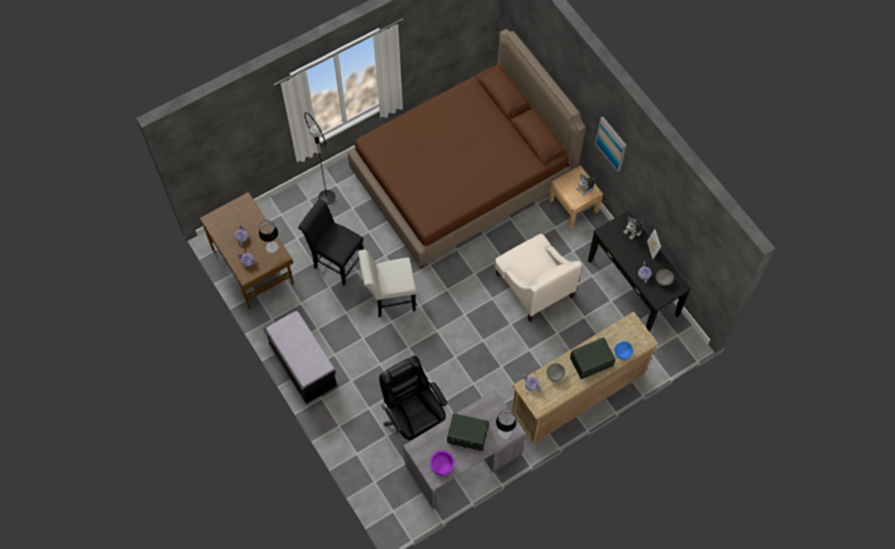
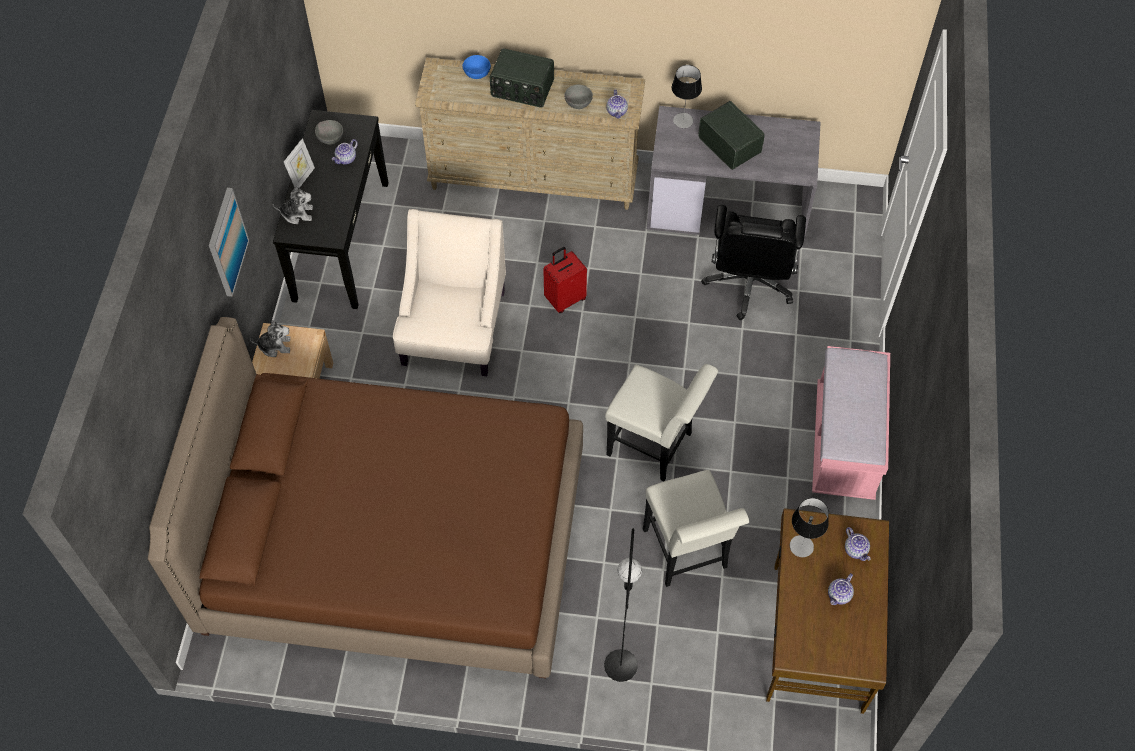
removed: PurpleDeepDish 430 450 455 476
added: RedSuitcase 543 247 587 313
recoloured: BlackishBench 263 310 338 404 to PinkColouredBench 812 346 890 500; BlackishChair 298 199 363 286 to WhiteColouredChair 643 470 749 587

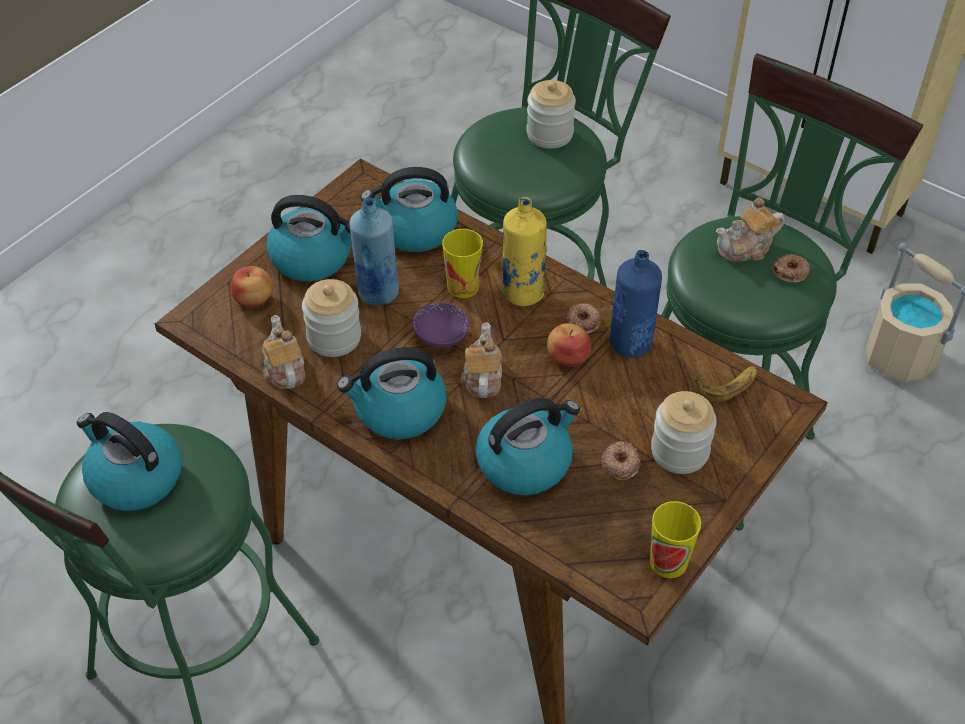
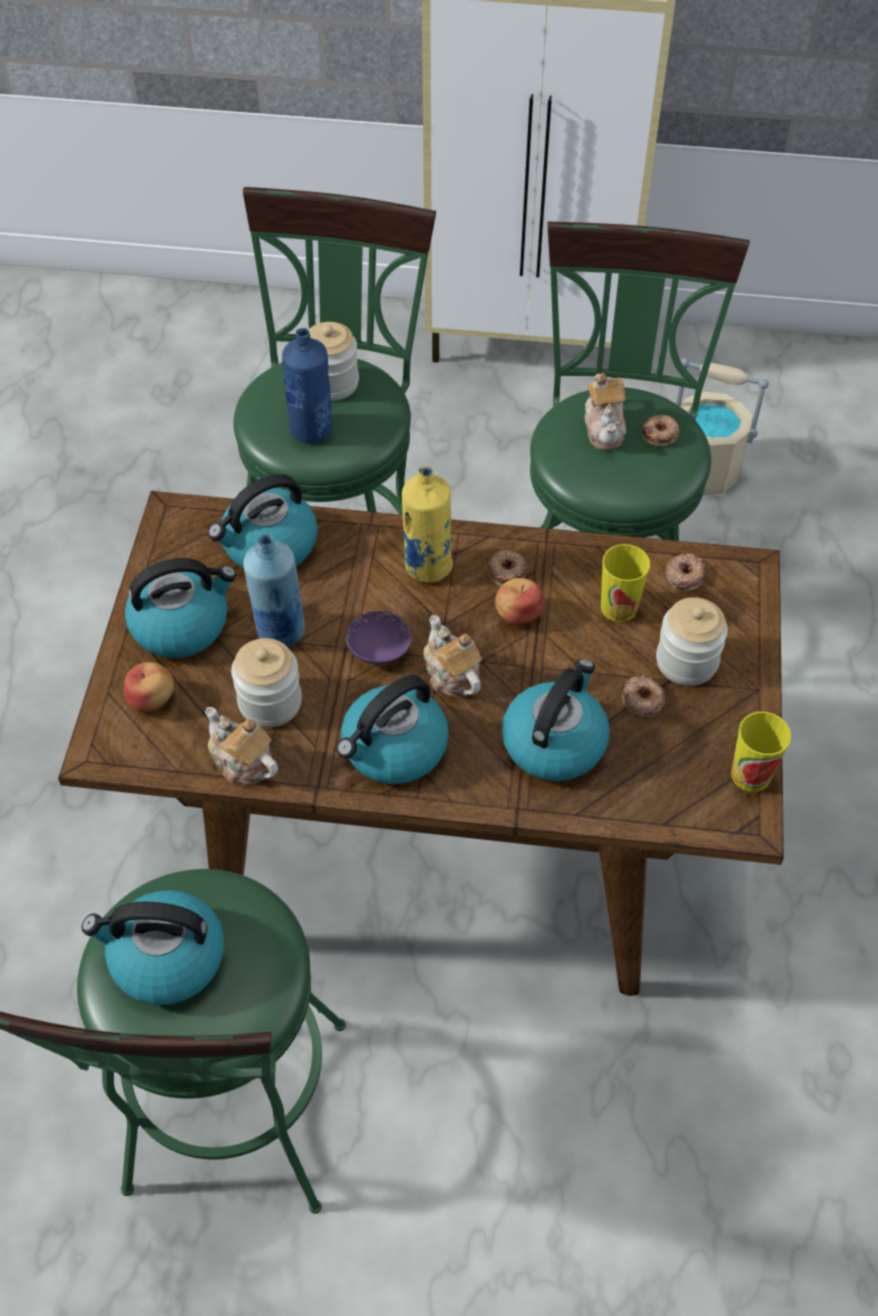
moved: SmallCup 442 229 483 298 to 601 544 650 622; BlueColouredBottle 609 250 662 357 to 282 328 333 443
replaced: Banana 695 366 757 402 to RingDoughnut 665 553 706 591
turned: TeaPot 716 197 785 262 = 585 373 627 450 45 degrees counterclockwise

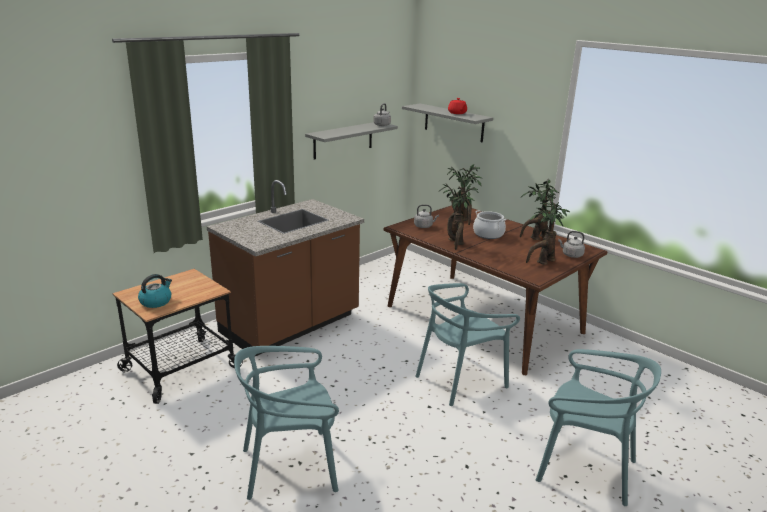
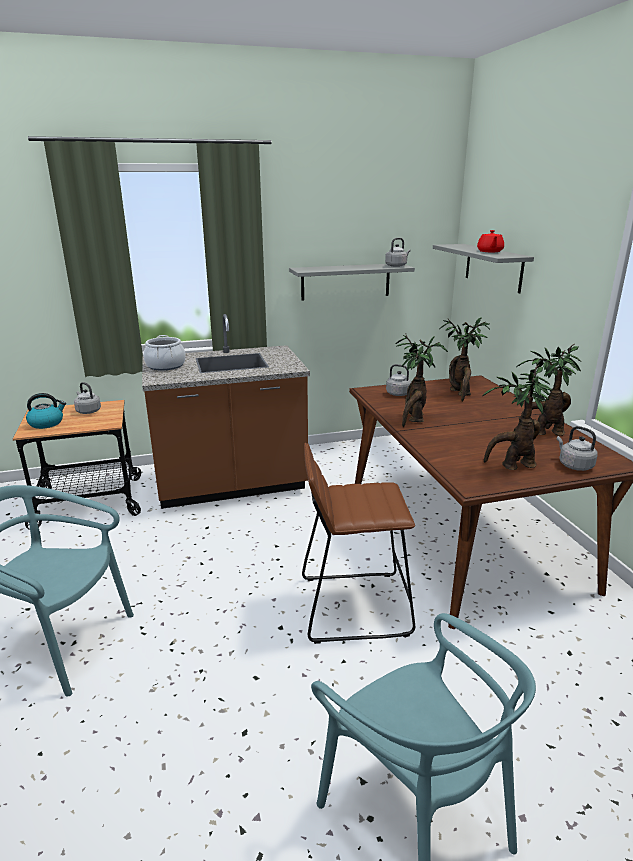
added: GrayTeaKettle 74 382 101 414
moved: Saucepot 473 210 507 239 to 143 335 186 370
replaced: BlueGreenChair 415 283 520 406 to BrownColouredStool 302 443 415 644

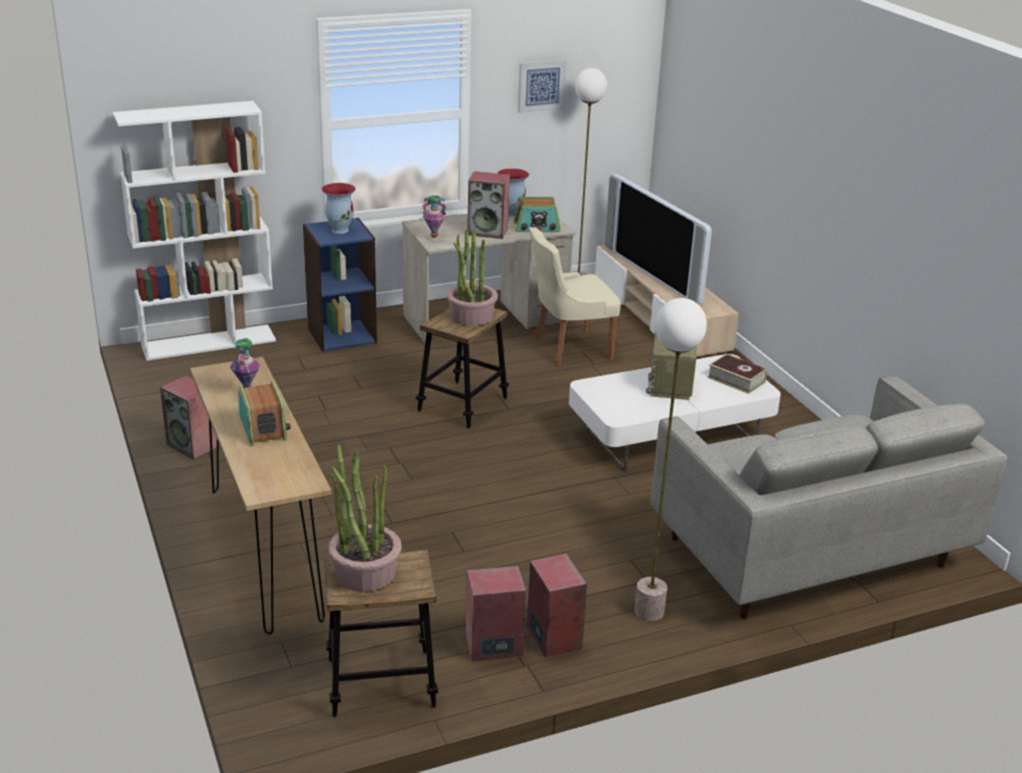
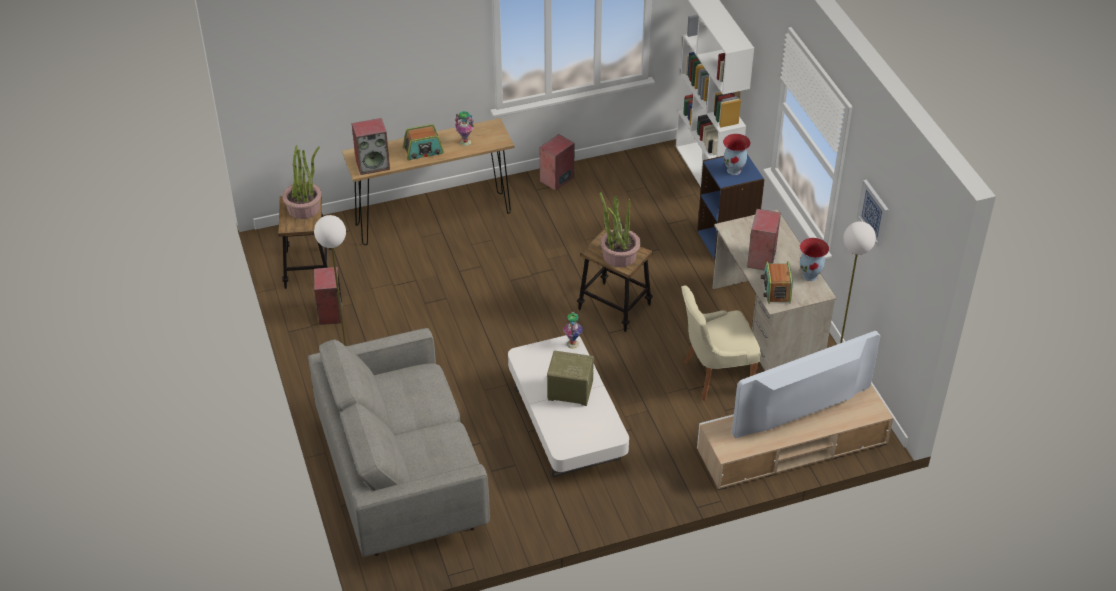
removed: Book 707 354 767 394
moved: DecorativeVase 422 195 446 241 to 563 312 583 349; Speaker 527 554 587 658 to 352 118 390 175
turned: BeigeColouredChair 529 227 621 367 = 681 285 761 401 90 degrees counterclockwise

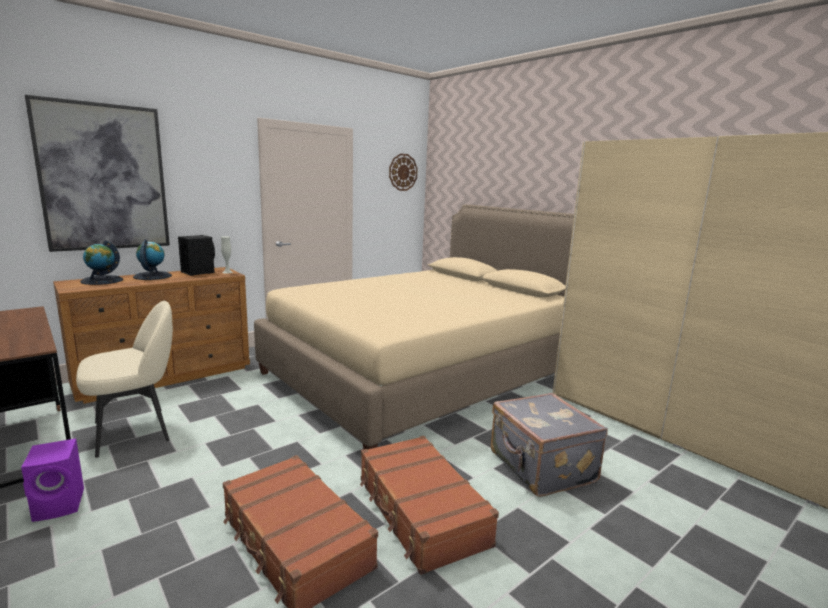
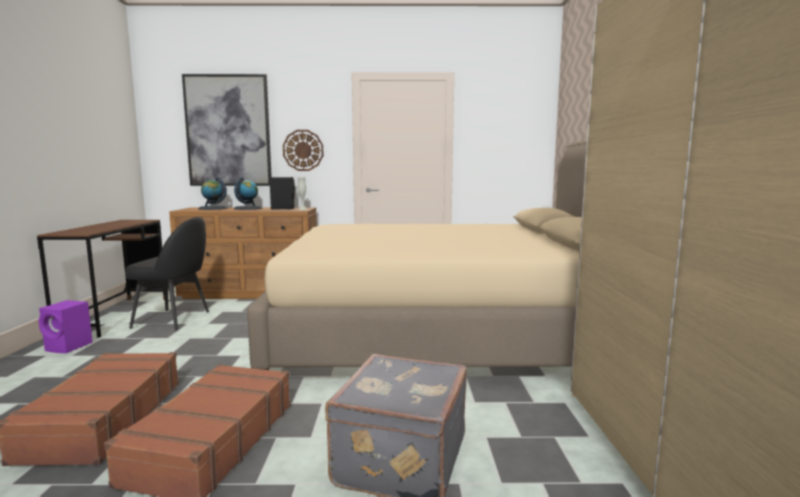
moved: WallClock 389 154 418 191 to 283 130 323 171
recoloured: BeigeColouredChair 76 301 173 458 to BlackishChair 125 217 209 331

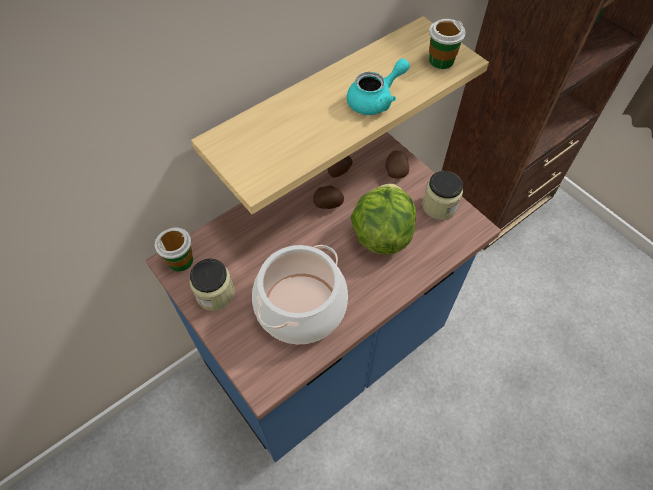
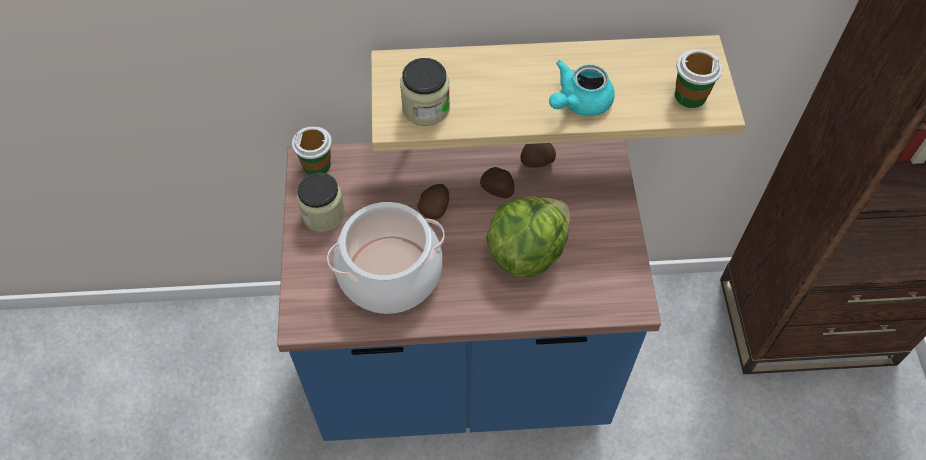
moved: Potato 385 150 409 179 to 417 184 449 219; Jar 422 171 463 220 to 400 58 450 126
turned: BlueGreenTeaPot 347 58 410 115 = 549 60 615 116 135 degrees clockwise

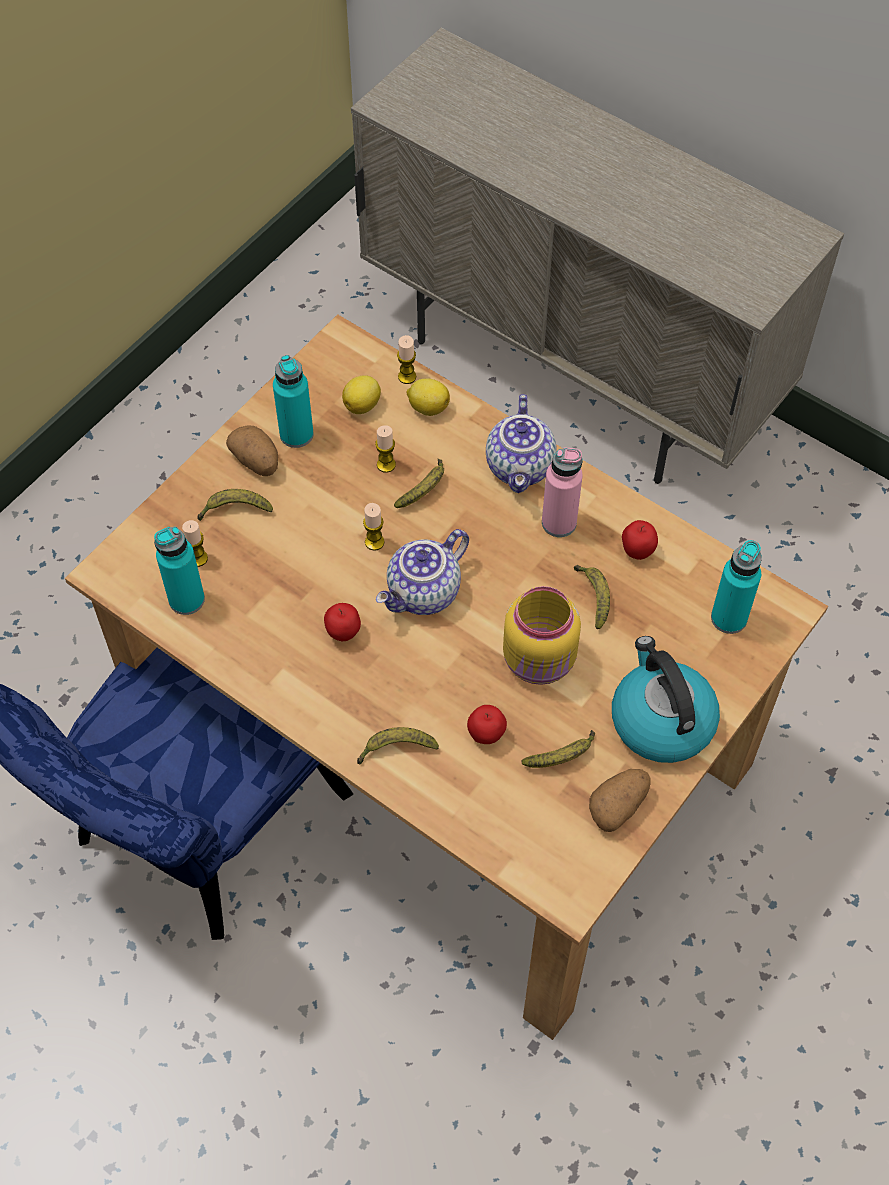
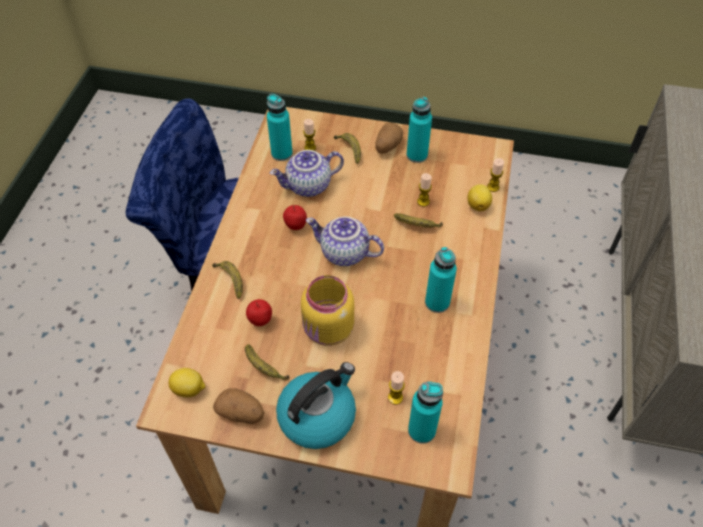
removed: Banana 574 565 610 629; Apple 622 520 658 560
moved: CitrusFruit 342 375 381 414 to 168 368 206 397; WaxCandle 363 503 385 551 to 388 371 405 405; TeaPot 486 394 556 493 to 270 150 344 197
recoloured: PinkColouredBottle 542 447 583 537 to BlueGreenBottle 425 247 457 313

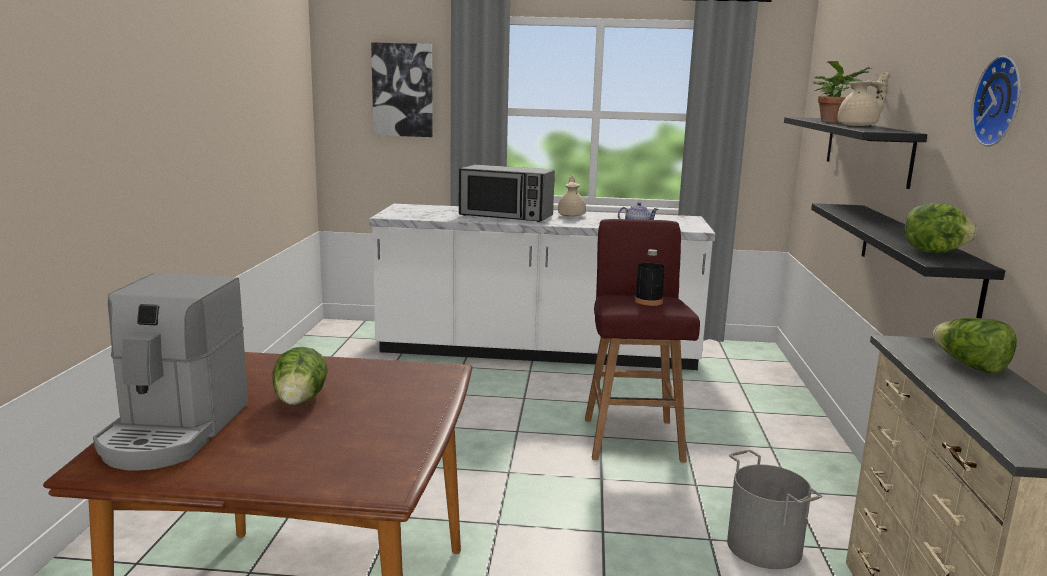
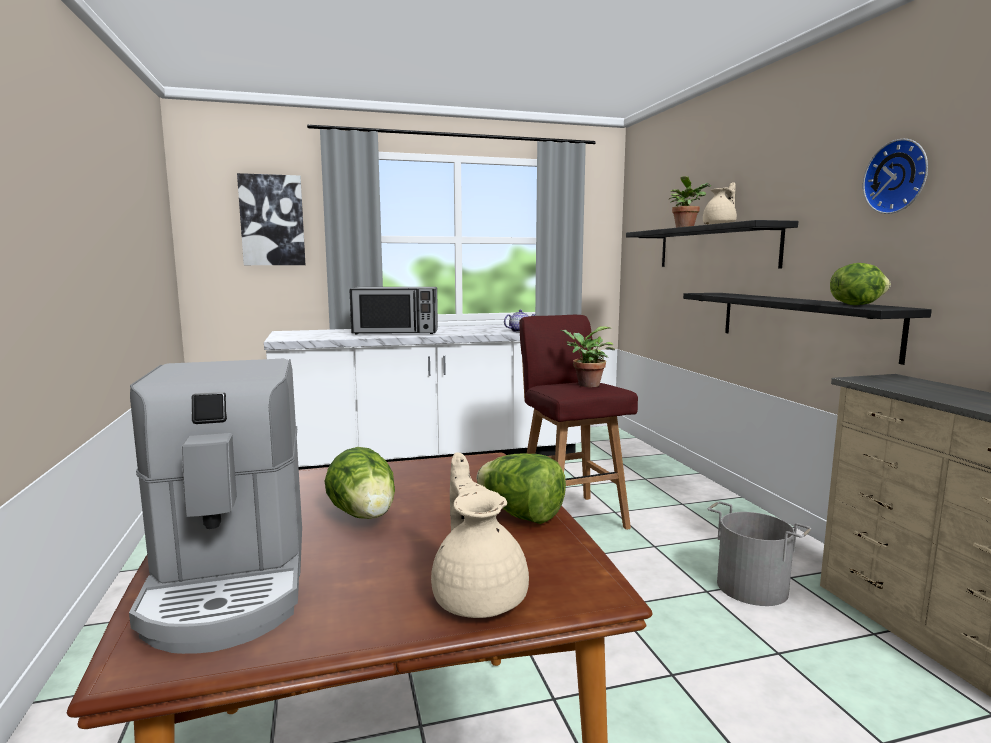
moved: BeigeColouredTeaPot 558 175 586 217 to 431 453 529 618; HeadOfLettuce 933 318 1017 374 to 477 454 566 524
replaced: BlackishBottle 635 249 665 306 to PlantInAPot 561 326 615 387

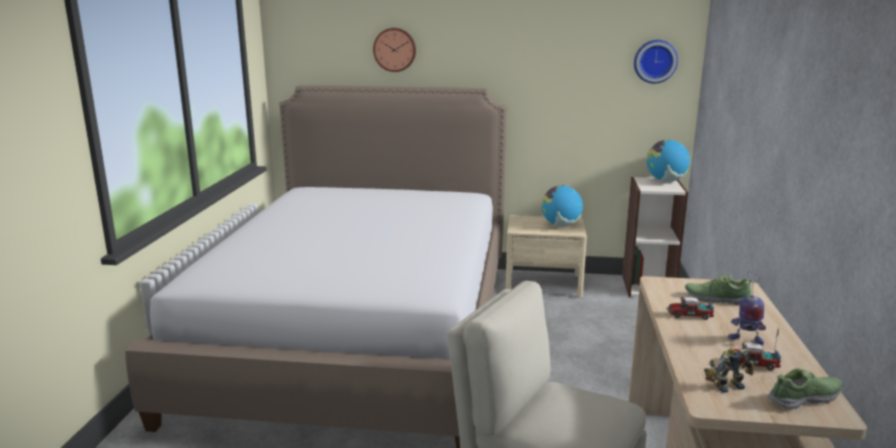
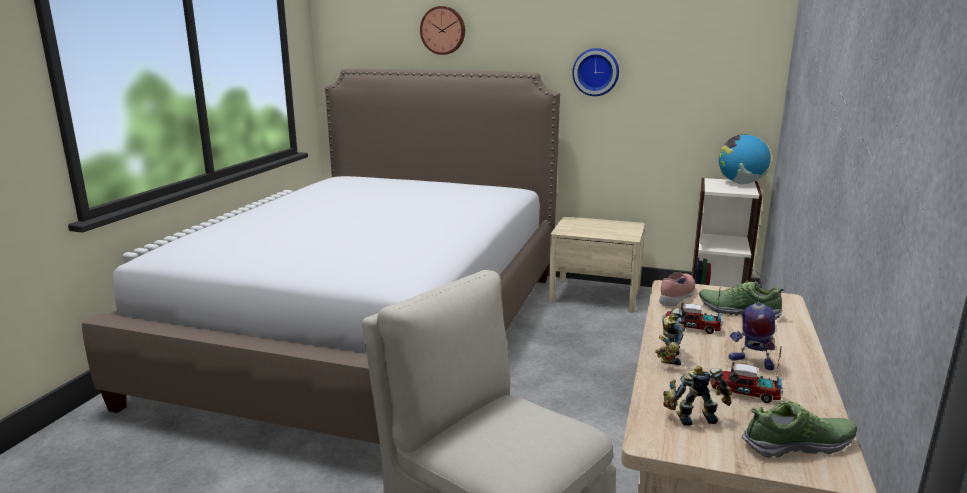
removed: Globe 542 185 583 227
added: ModelRobot 655 308 686 365; PinkColouredLowShoe 659 272 695 306
moved: WallClock 634 40 678 84 to 572 48 619 96

